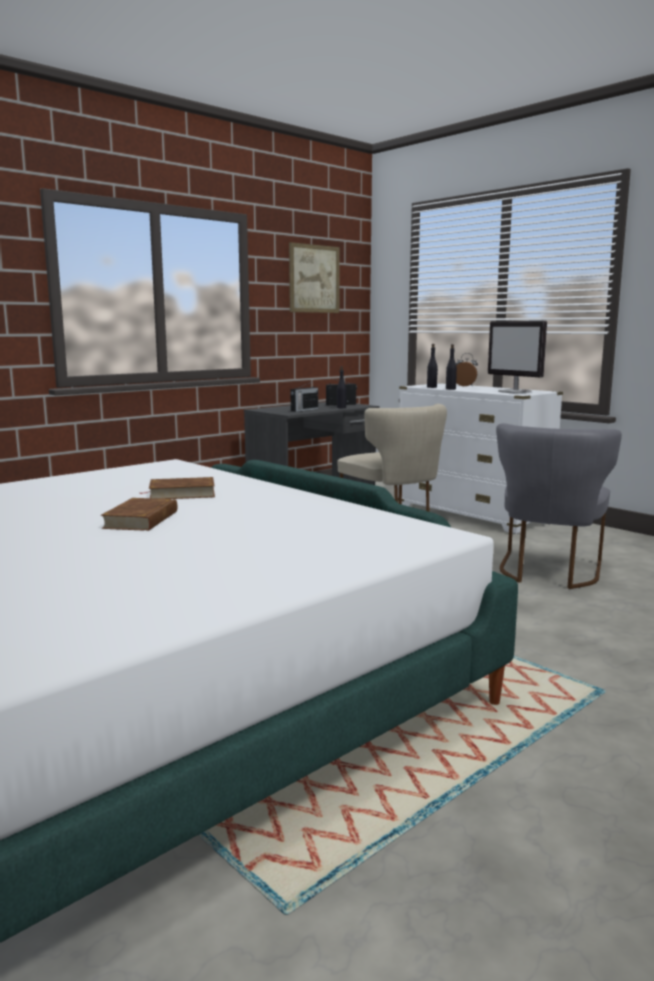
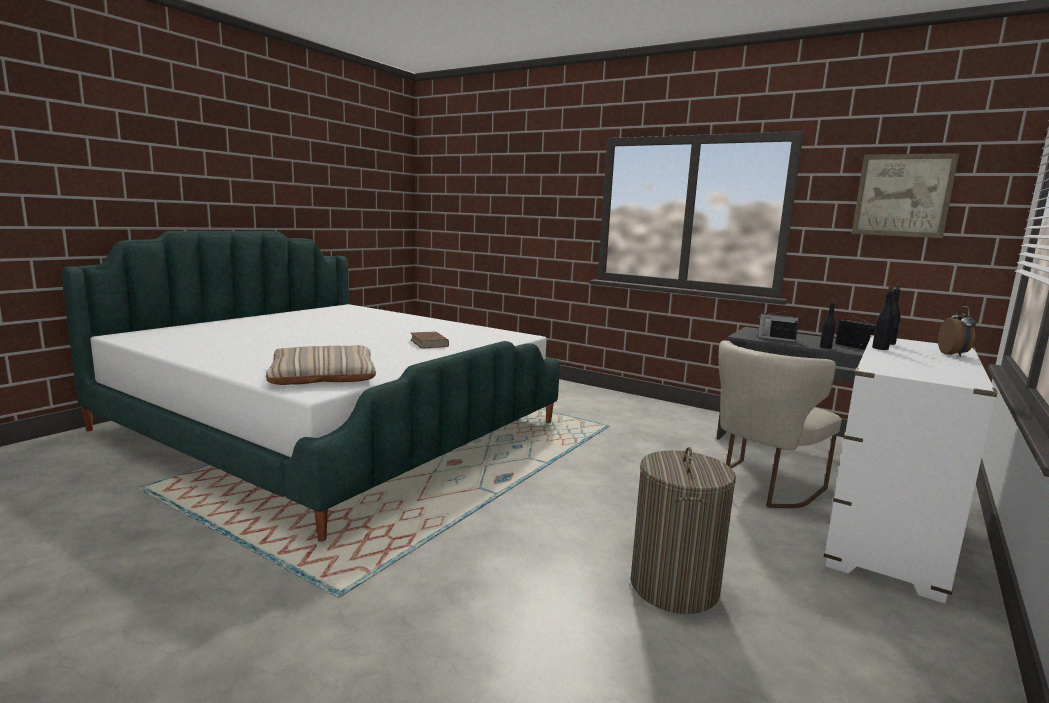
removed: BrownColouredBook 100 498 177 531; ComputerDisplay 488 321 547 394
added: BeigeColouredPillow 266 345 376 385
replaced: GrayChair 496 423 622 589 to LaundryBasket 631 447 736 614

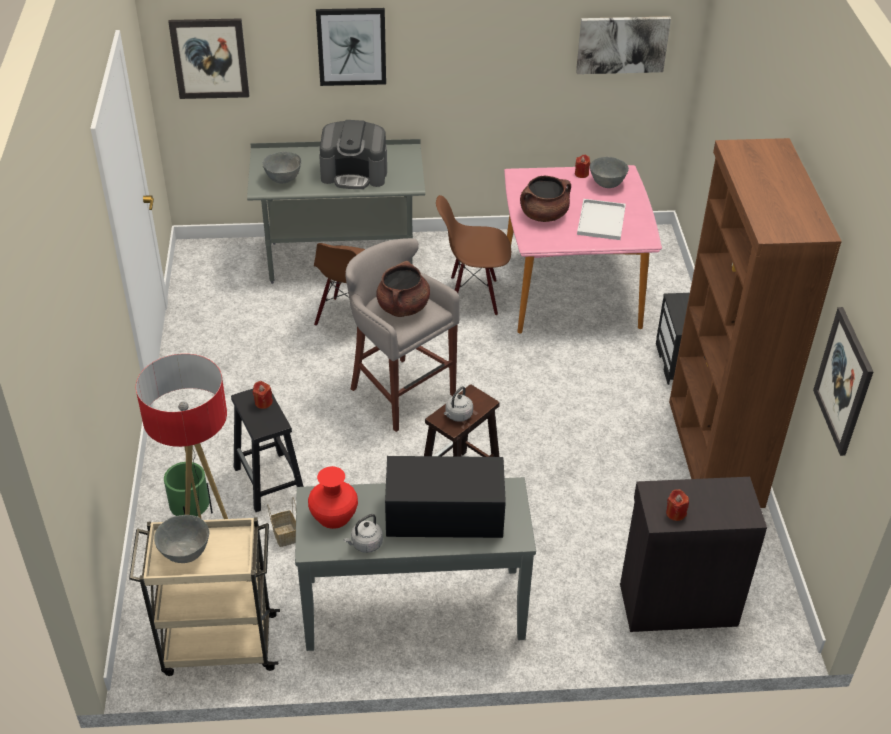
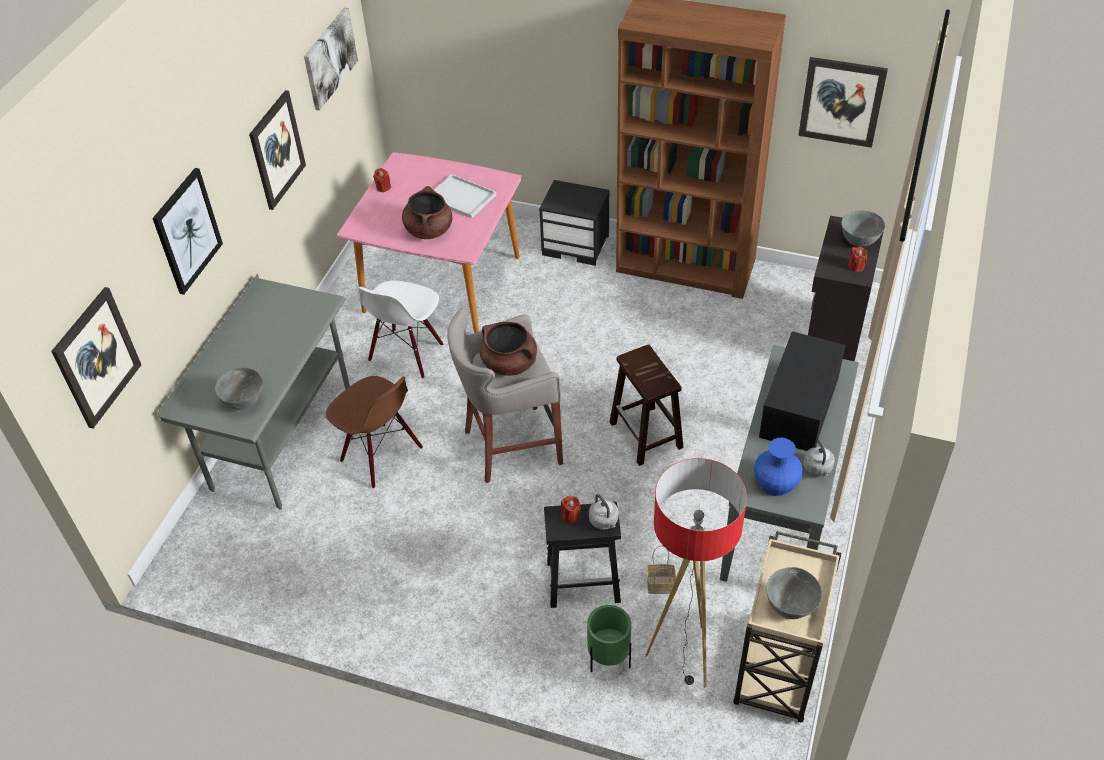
removed: CoffeeMaker 319 120 387 189
added: WallArt 249 90 306 210
moved: GrayTeaKettle 444 386 473 422 to 589 494 618 530; GrayDeepDish 590 157 629 188 to 841 210 885 247
recoloured: RedDecorativeVase 308 466 358 529 to BlueColouredDecorativeVase 754 438 803 496; BrownColouredChair 436 195 511 315 to WhiteColouredChair 358 280 444 378

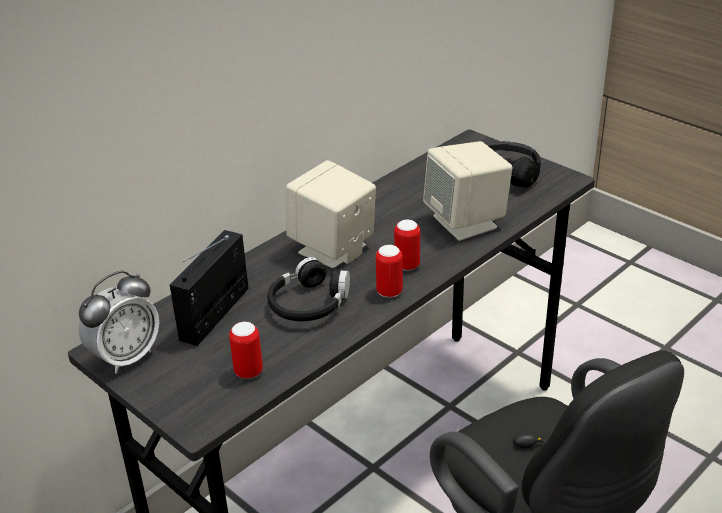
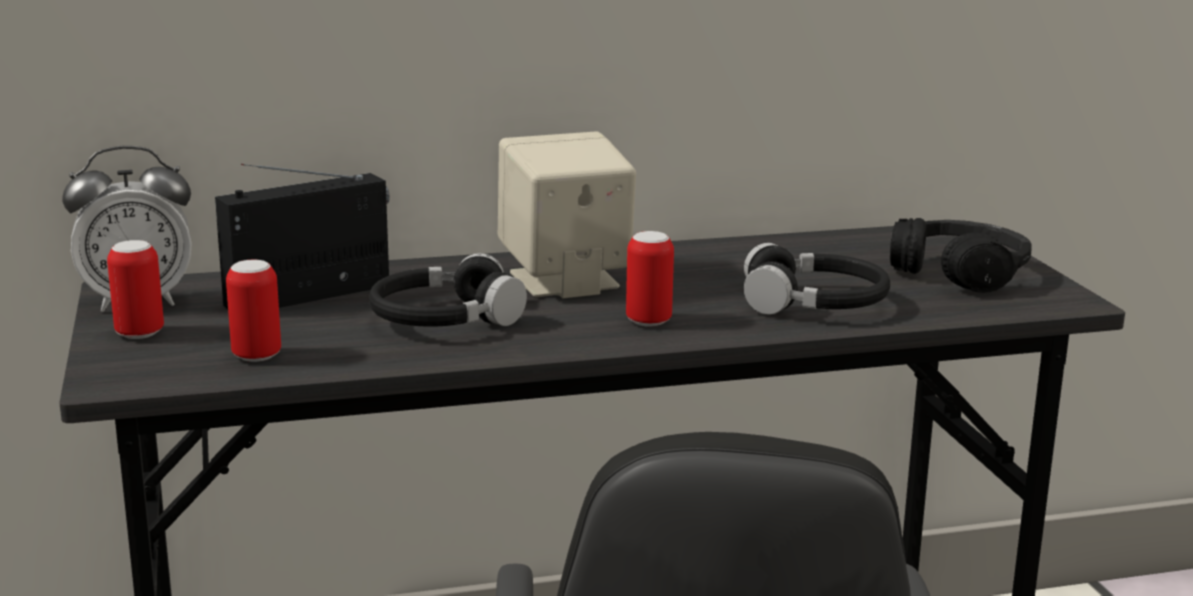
moved: MetalCan 376 245 403 298 to 107 240 164 339
replaced: BeigeColouredSpeaker 423 141 512 241 to BlackishPairOfHeadphones 744 243 890 315

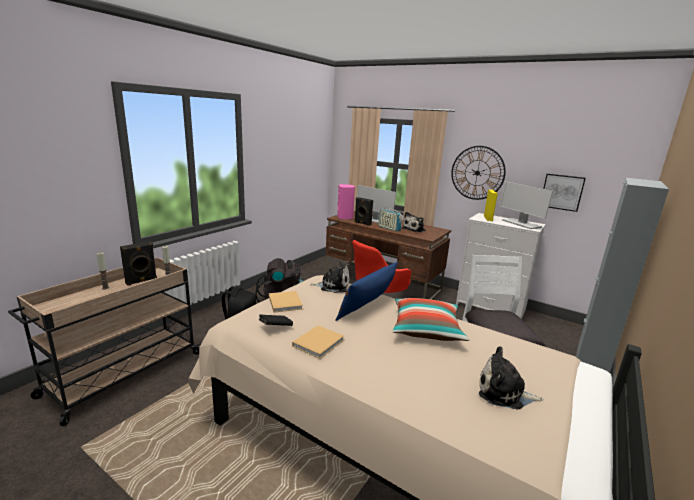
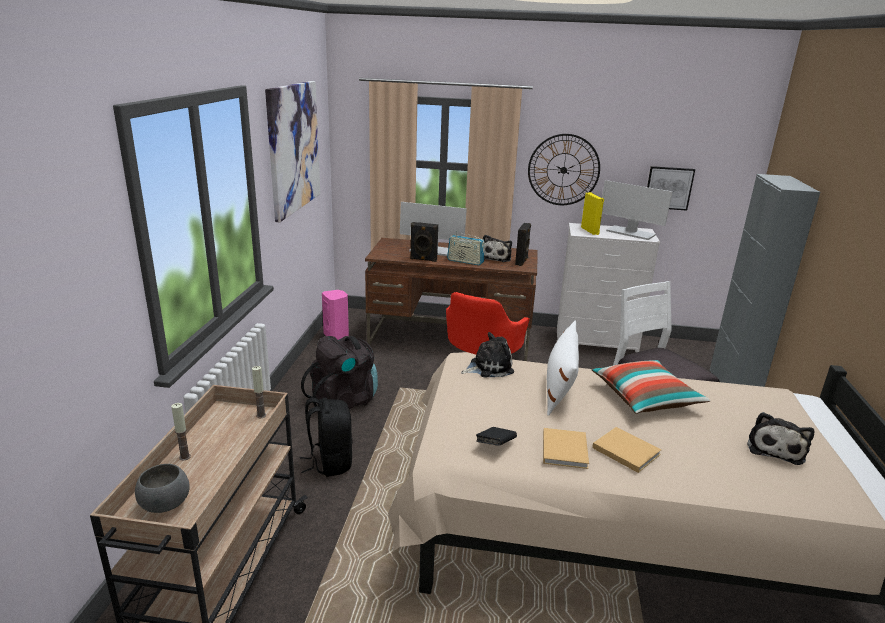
added: GrayDeepDish 135 464 190 513; WallArt 265 81 320 222
moved: BlackishSpeaker 120 241 157 286 to 515 223 531 266; BeigeColouredBook 269 291 303 312 to 592 427 662 473; PinkColouredSpeaker 337 184 355 220 to 322 290 349 340
recoloured: BlueColouredPillow 335 261 398 321 to WhiteColouredPillow 547 320 579 416
turned: CuddlyToy 479 346 543 410 = 747 412 814 465 60 degrees counterclockwise

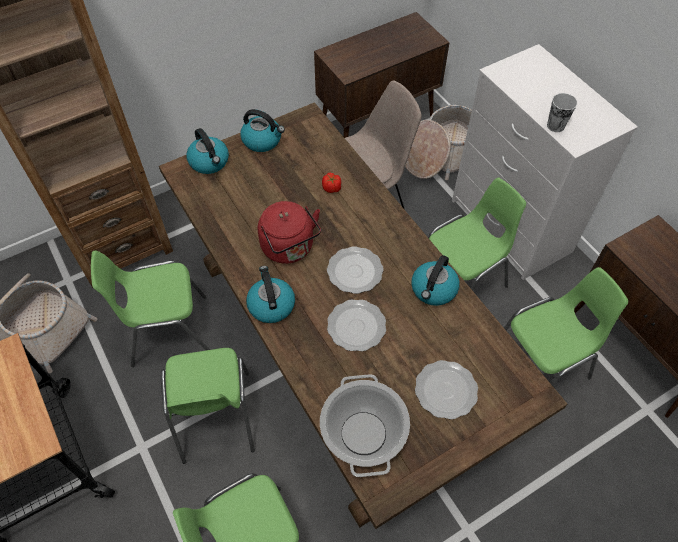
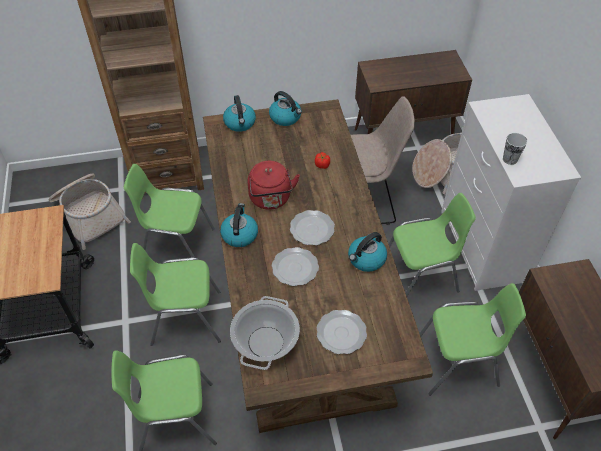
turned: GreenColouredChair 161 348 255 464 = 130 243 221 346 75 degrees clockwise

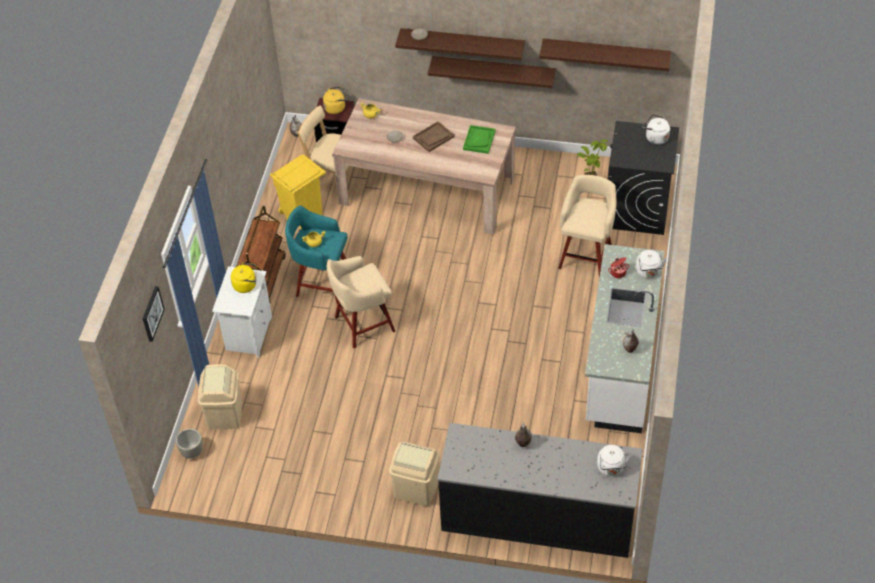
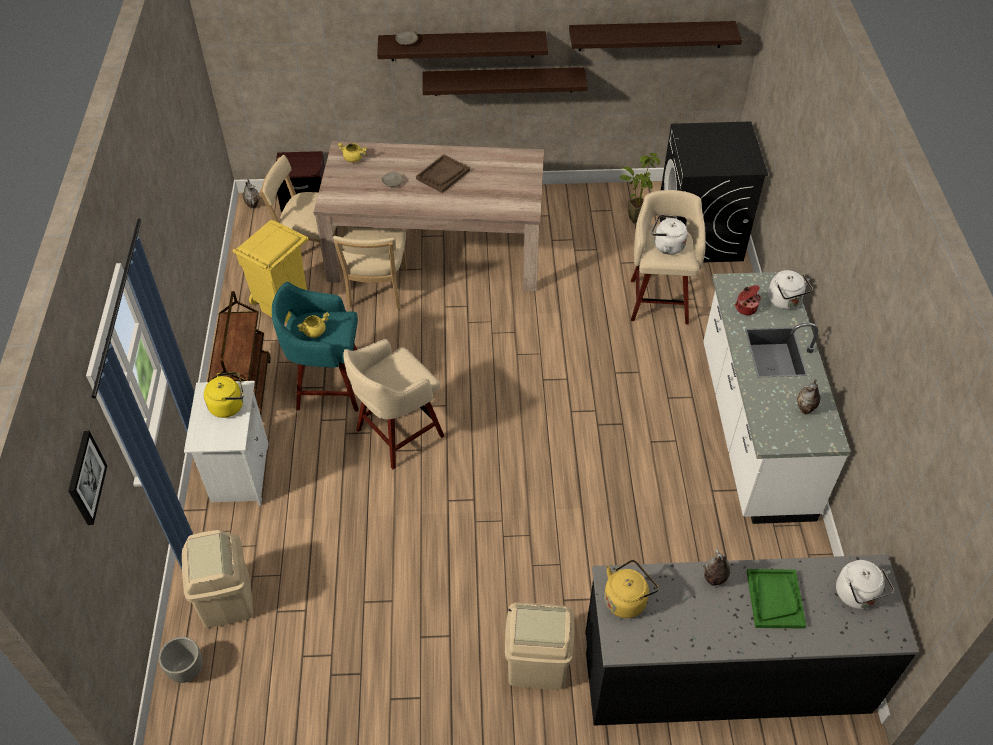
added: BeigeColouredChair 333 227 407 309
moved: YellowTeaKettle 323 86 348 114 to 604 559 659 618; GreenColouredCarryingTray 463 125 496 154 to 747 569 806 629; WhiteColouredTeaKettle 643 114 670 145 to 652 215 688 255

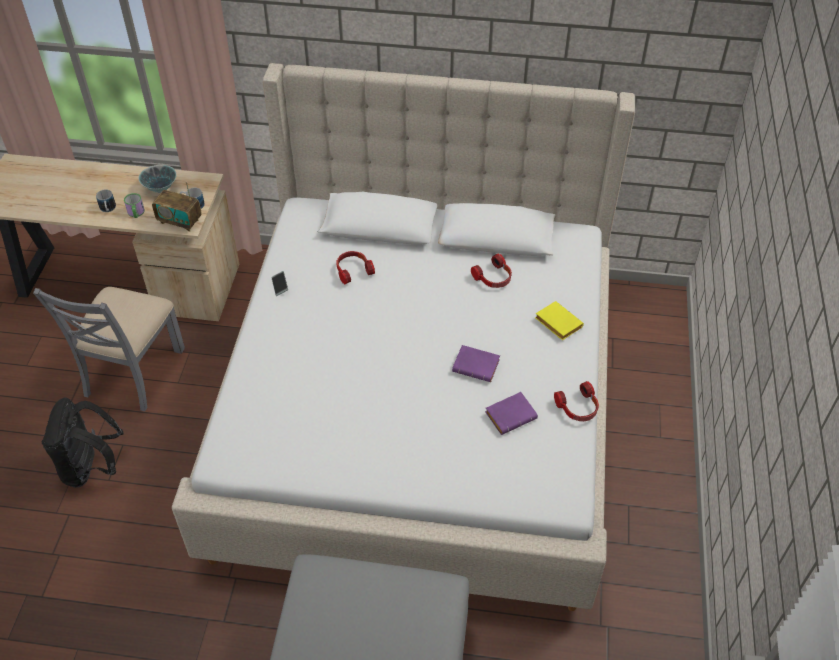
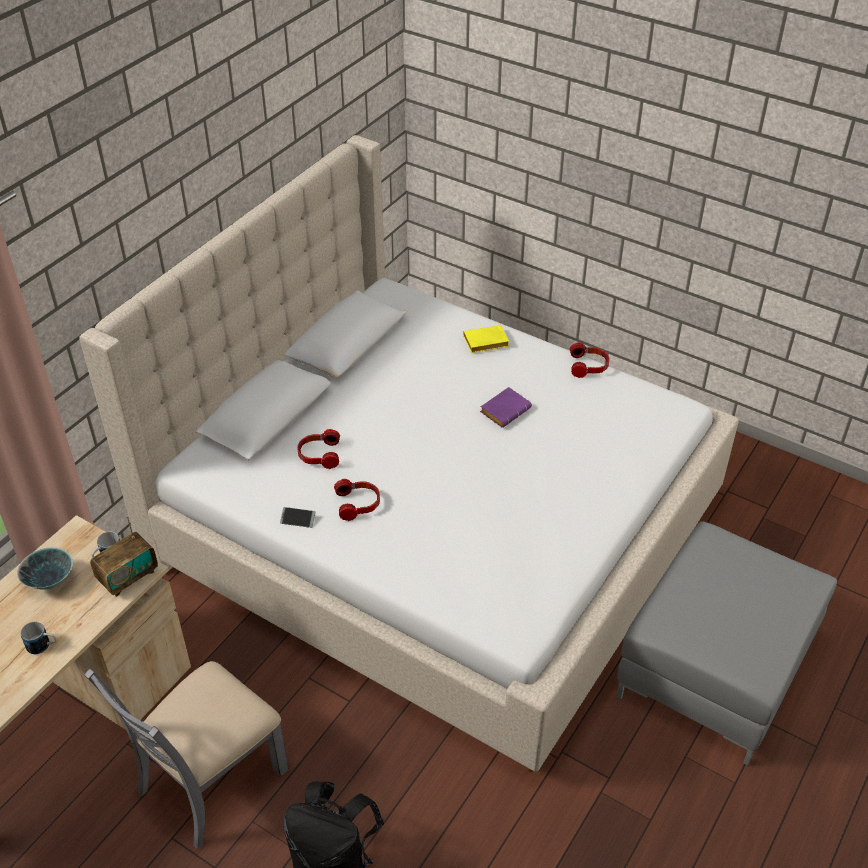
removed: TeaMug 124 193 145 218; PurpleBook 485 392 538 435
moved: PairOfHeadphones 471 254 512 288 to 334 479 380 521
turned: GrayChair 33 287 185 411 = 84 661 289 849 90 degrees clockwise

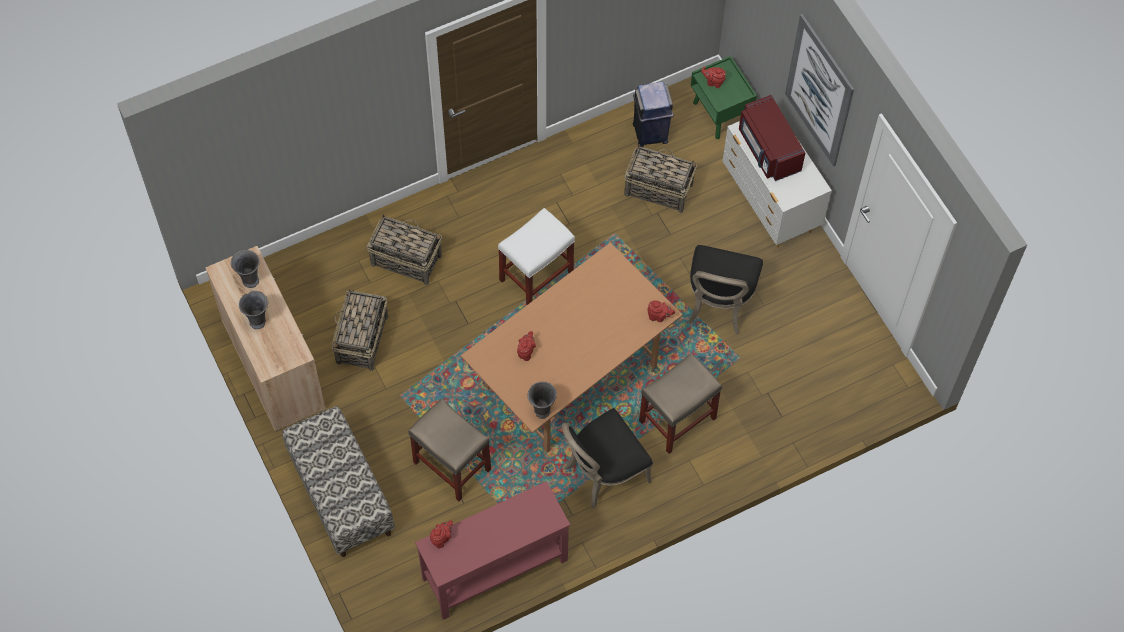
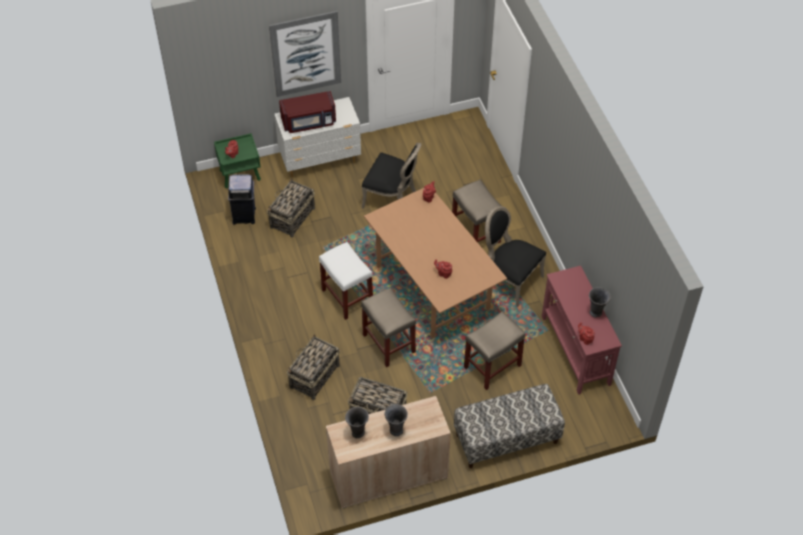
added: BeigeColouredStool 361 287 416 367
moved: GrayDecorativeVase 528 382 557 419 to 589 287 611 318
turned: BlackishChair 562 408 653 509 = 485 206 546 307 150 degrees clockwise

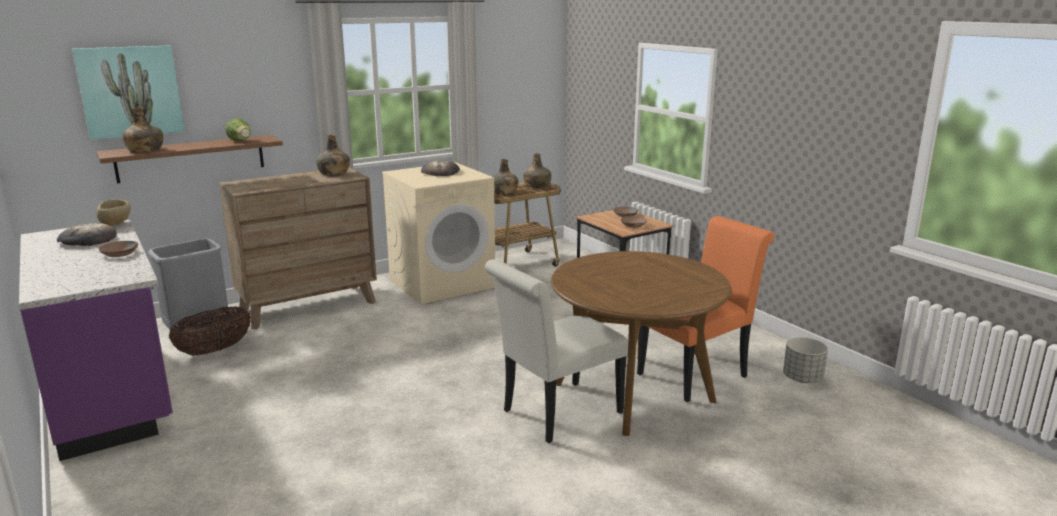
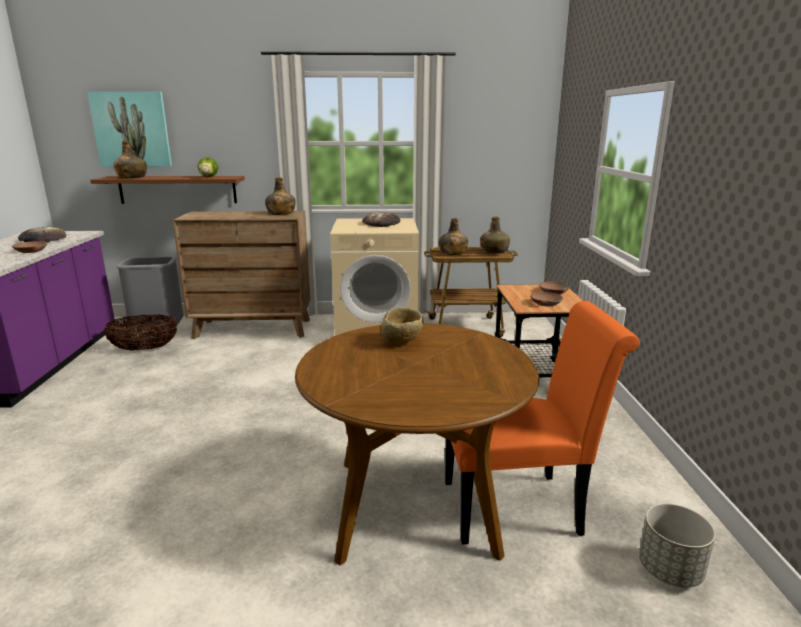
removed: WhiteColouredChair 485 259 628 443
moved: BeigeColouredDeepDish 97 199 131 226 to 381 307 423 344

